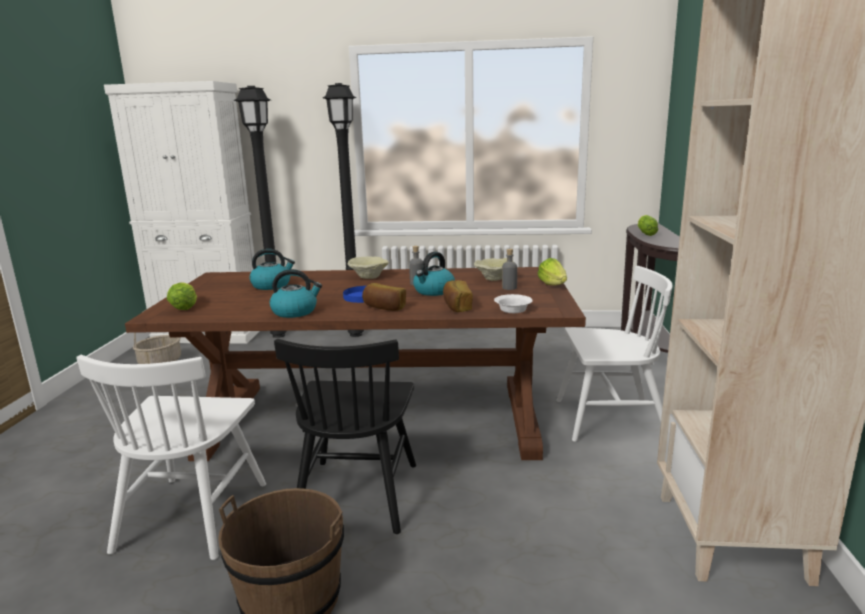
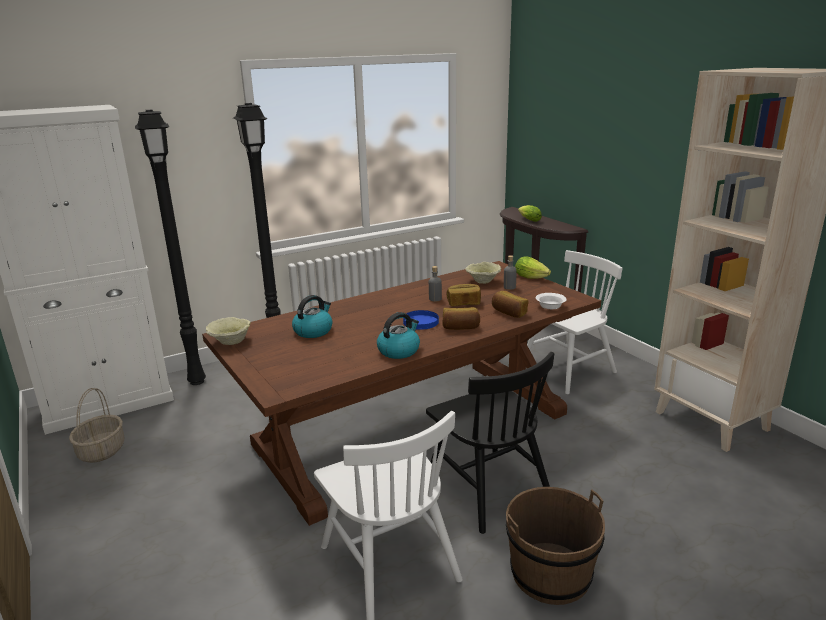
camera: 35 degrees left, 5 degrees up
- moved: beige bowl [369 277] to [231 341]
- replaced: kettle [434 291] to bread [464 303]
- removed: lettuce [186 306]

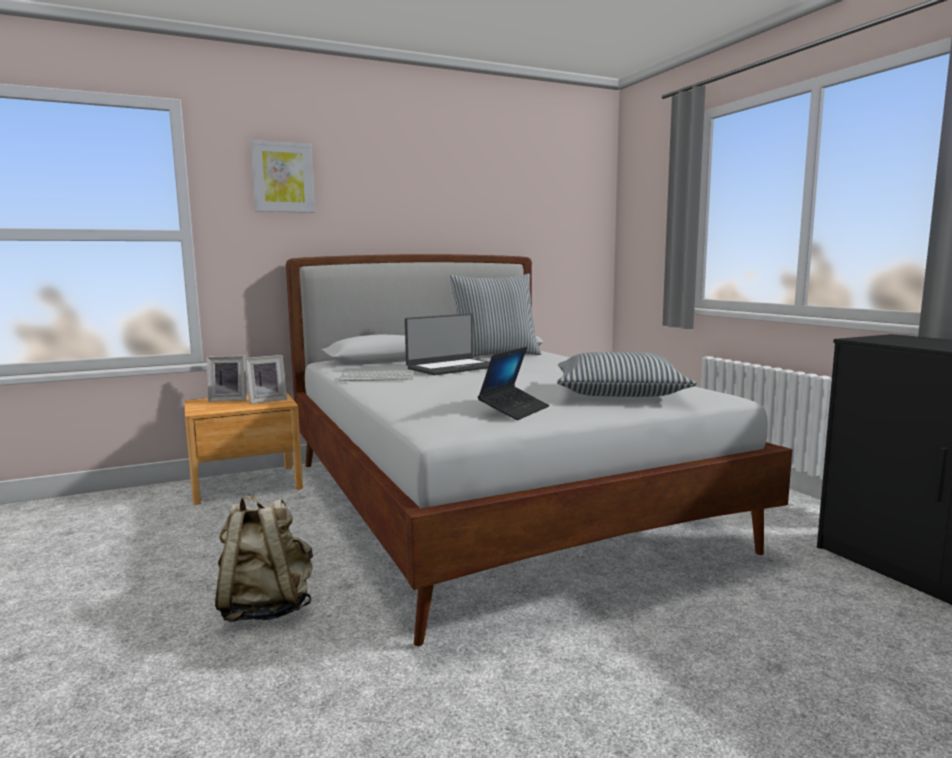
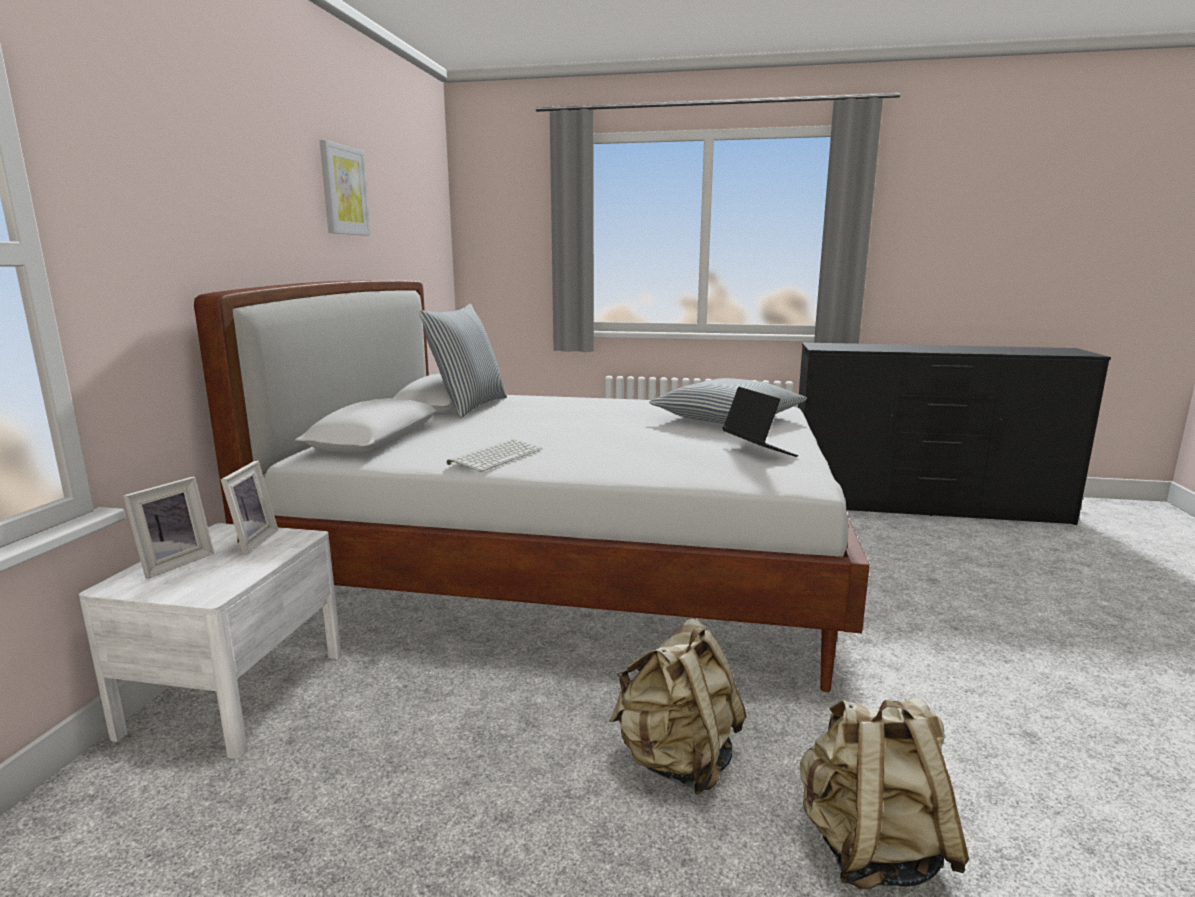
camera: 55 degrees left, 5 degrees up
- recoloured: brown nightstand [246 484] to white nightstand [236 692]
- moved: picture [283 177] to [344 190]
- added: beige backpack [870 849]
- removed: laptop [452 367]

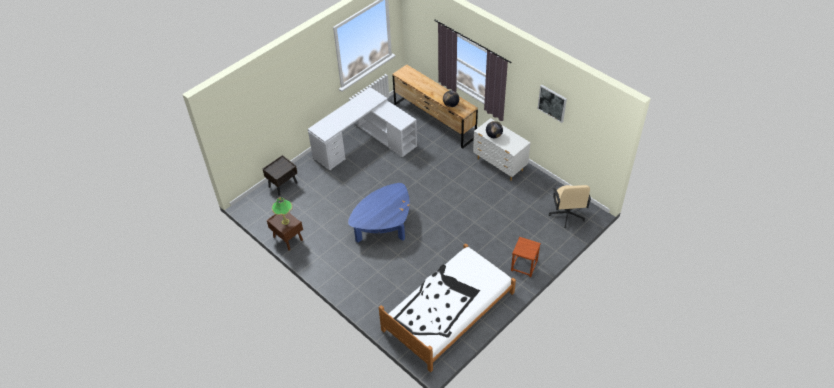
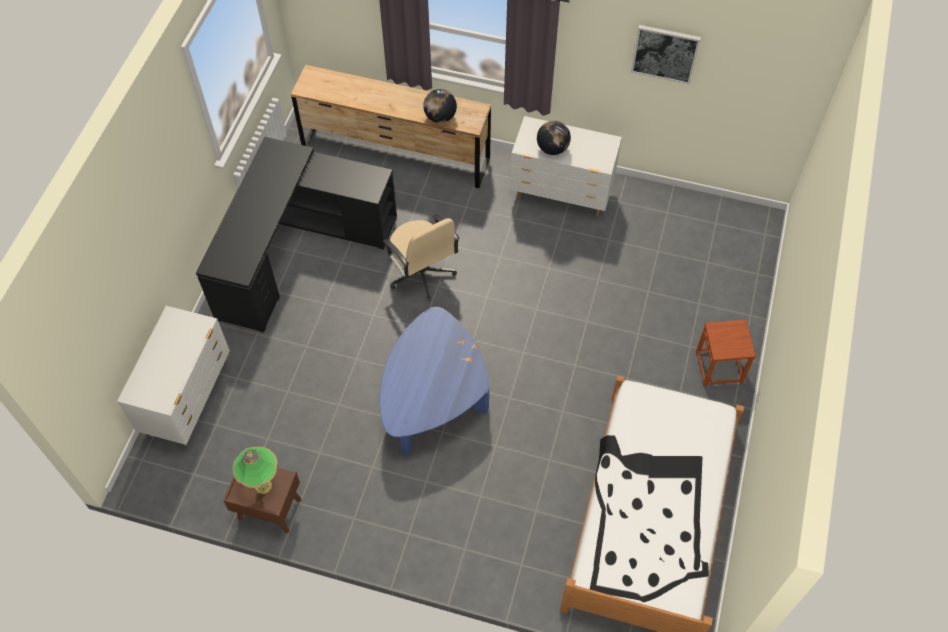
camera: 30 degrees left, 10 degrees up
- replaced: brown nightstand [283 184] to white dresser [189 399]
- recoloured: white desk [365 143] to black desk [296 247]
- moved: beige office chair [567 214] to [421 274]

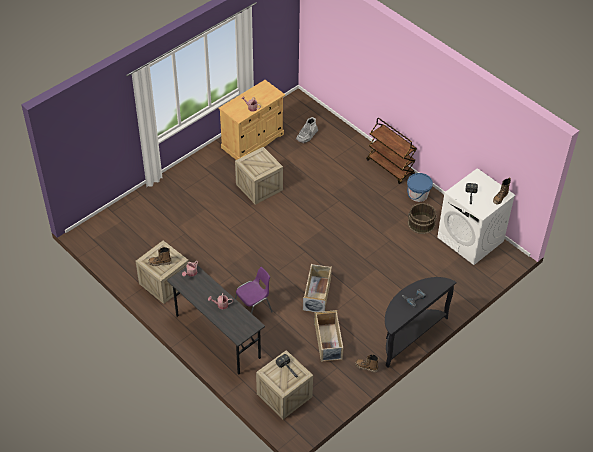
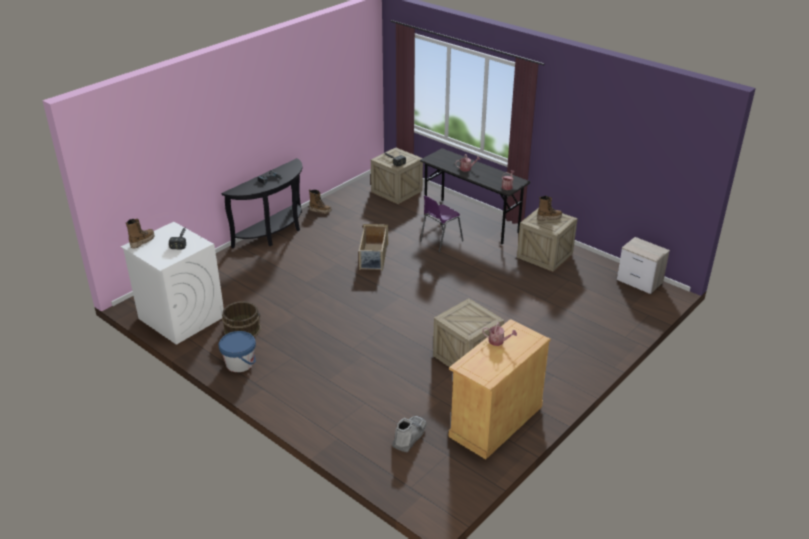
camera: 175 degrees right, 15 degrees down
- added: nightstand [640 282]
- removed: beige storage box [328 342]
- removed: brown cart [390 167]

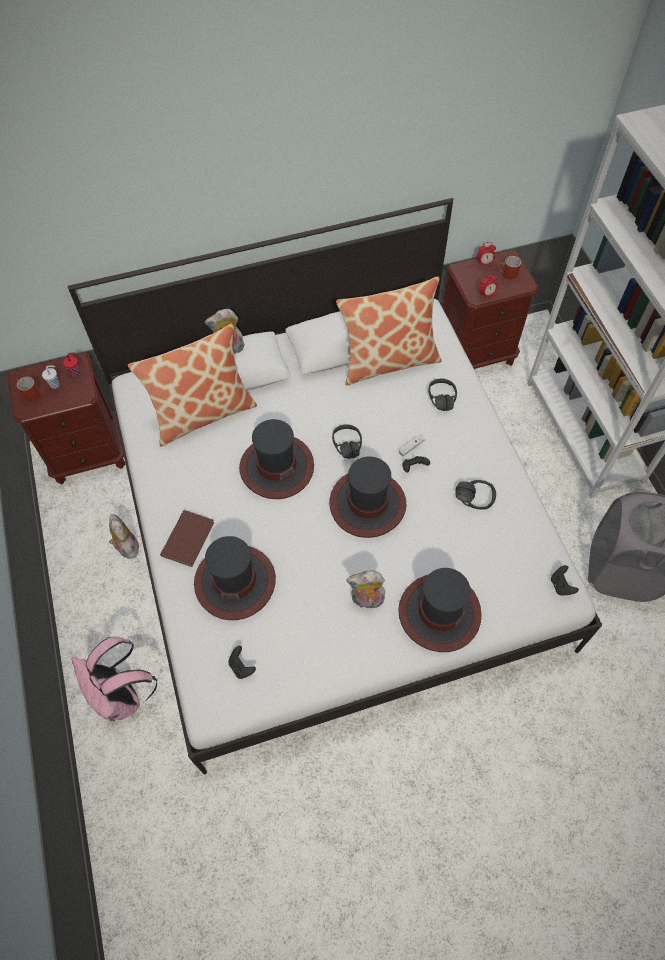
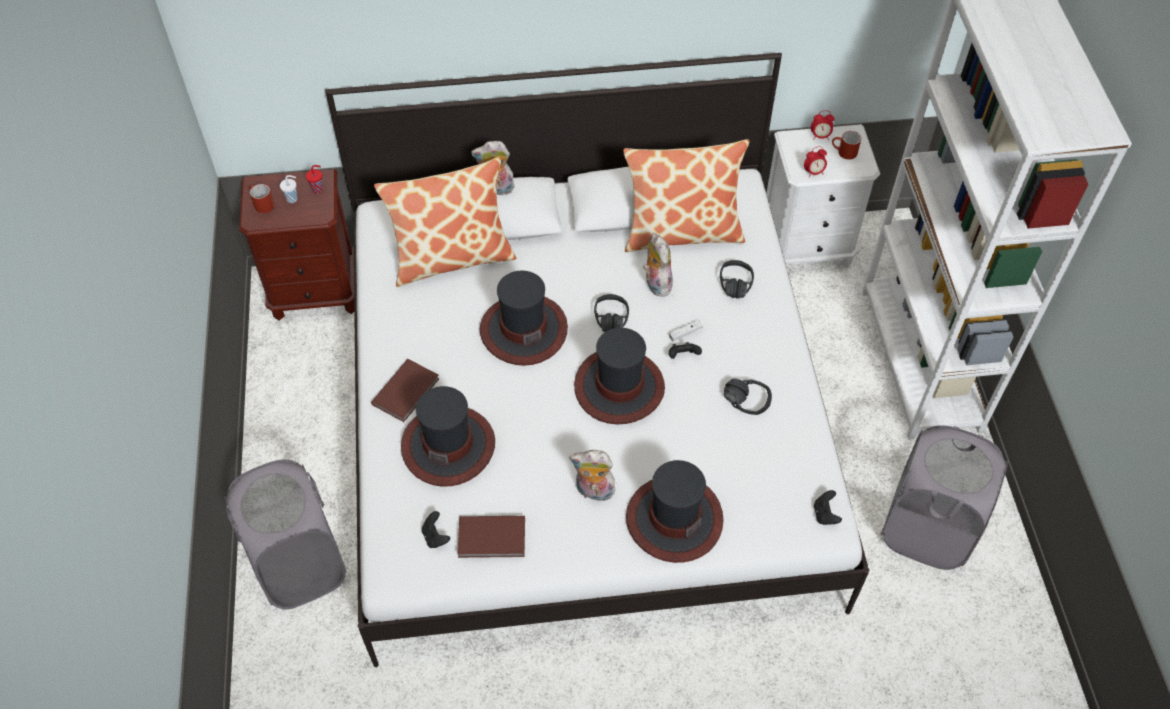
camera: 10 degrees right, 5 degrees down
- replaced: pink backpack [123 696] to grey laundry basket [300 565]
- added: brown book [492 539]
- moved: plush toy [126 547] to [656 283]
- recoloured: brown nightstand [476 354] to white nightstand [806 247]

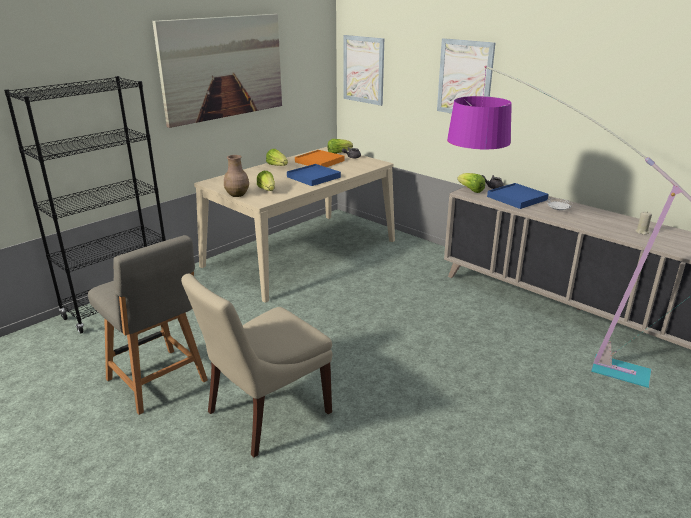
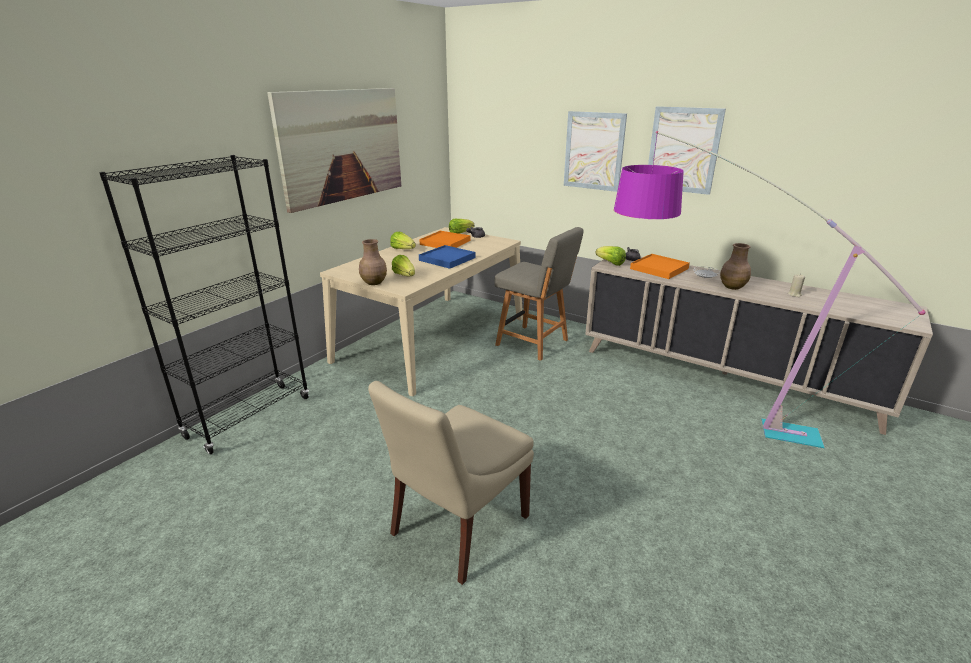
camera: 10 degrees left, 0 degrees up
- moved: grey chair [158 381] to [534 343]
- recoloured: blue tray [517 198] to orange tray [659 269]
- moved: picture [363 70] to [683 150]
- added: brown vase [732 286]

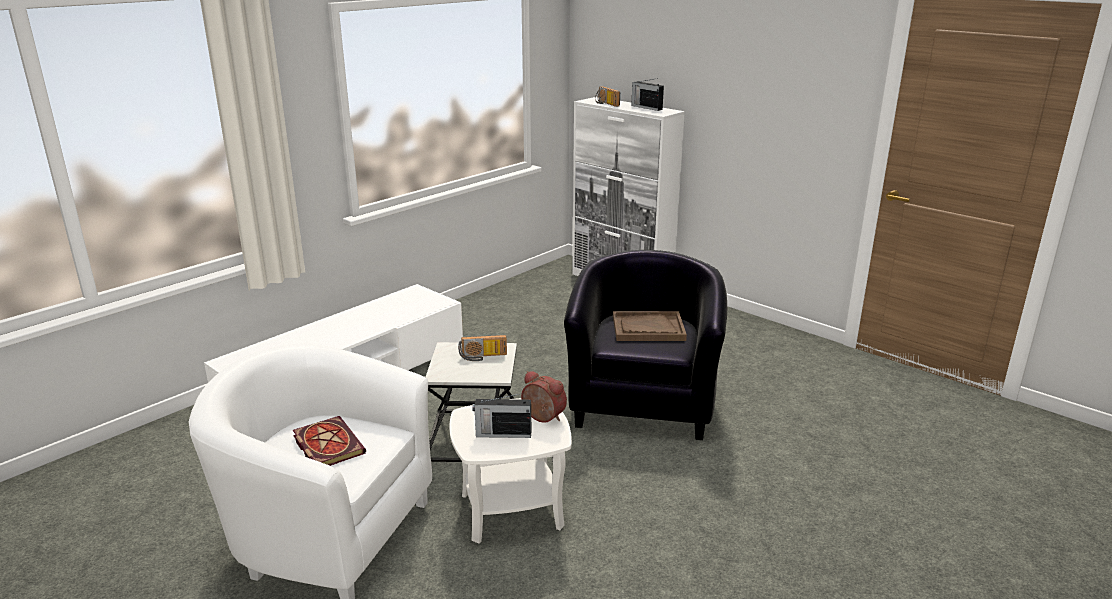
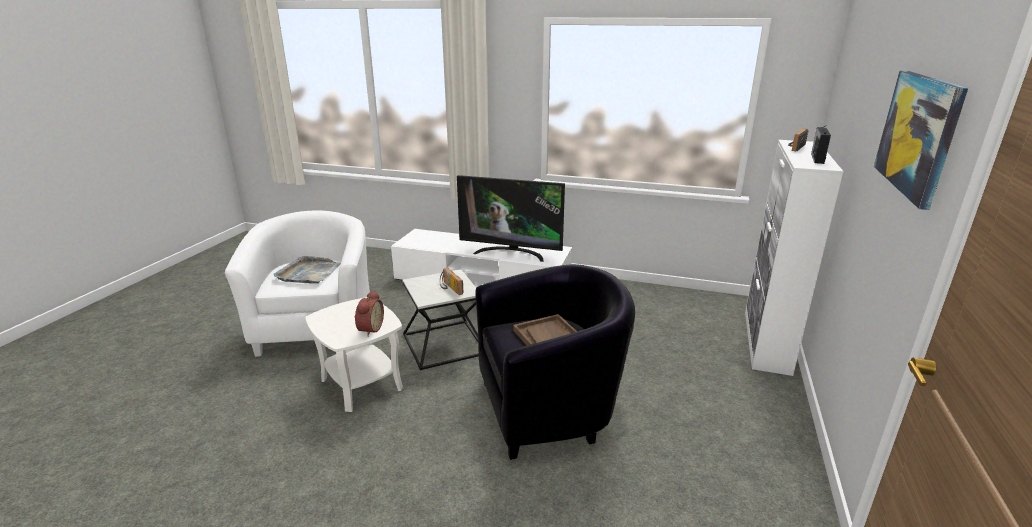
camera: 65 degrees right, 0 degrees up
- replaced: book [326 445] to grey tray [309 273]
- added: television [511 253]
- added: picture [918 134]
- removed: radio [502 434]

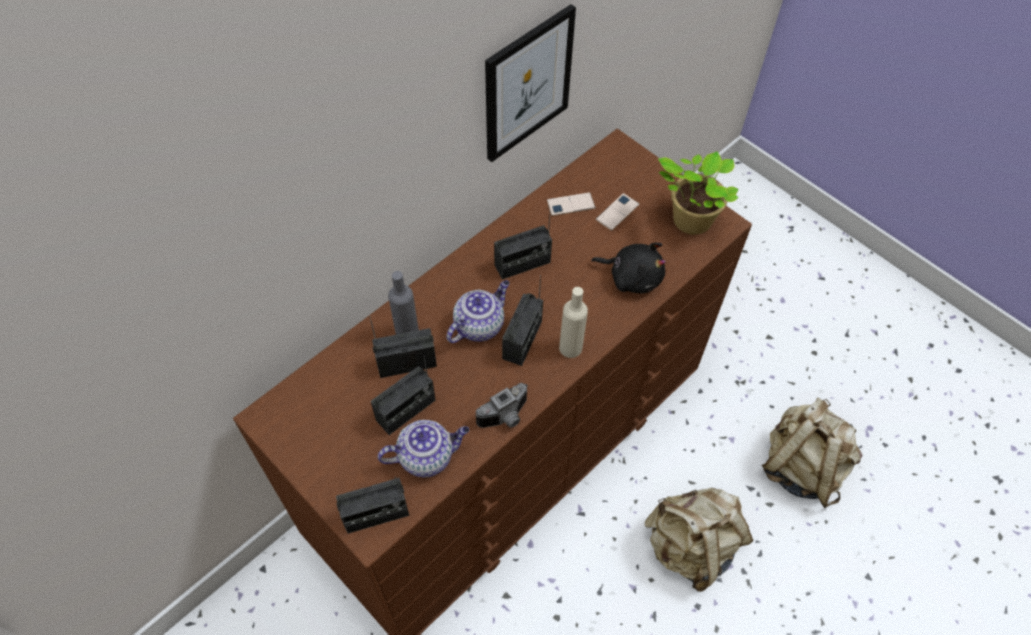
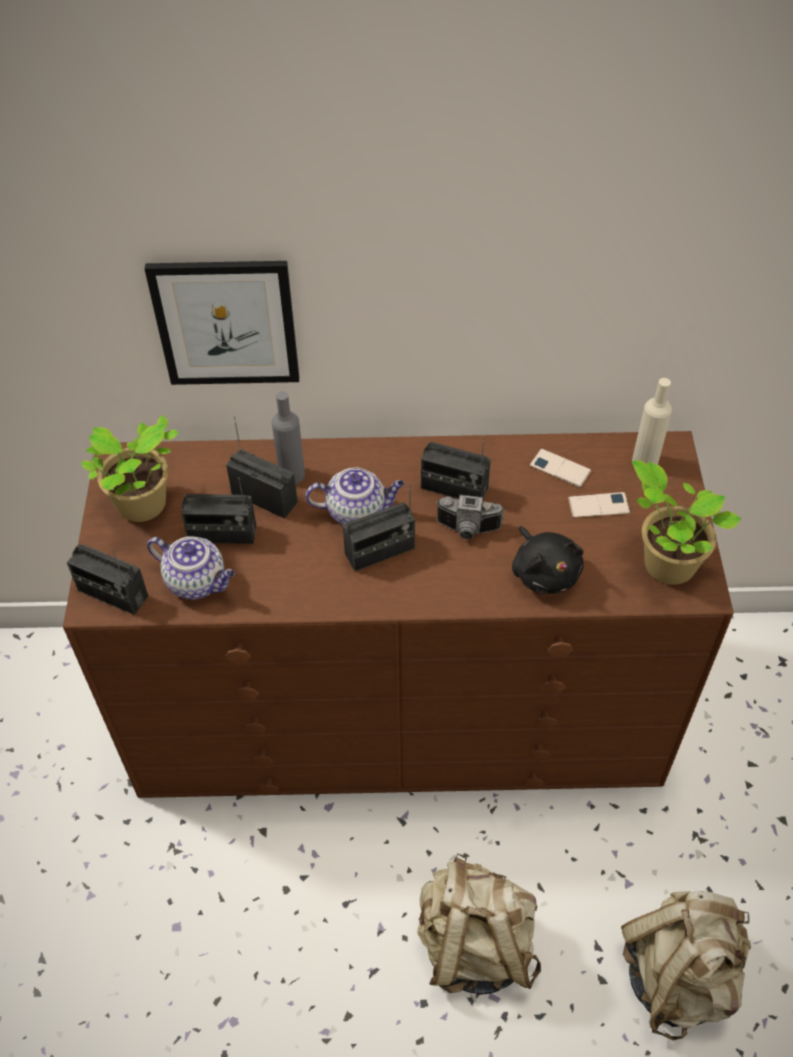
camera: 45 degrees right, 5 degrees down
- added: potted plant [143 507]
- moved: picture [527 84] to [226 323]
- moved: photo camera [506 417] to [467 530]
- moved: beige bottle [570 348] to [645 461]

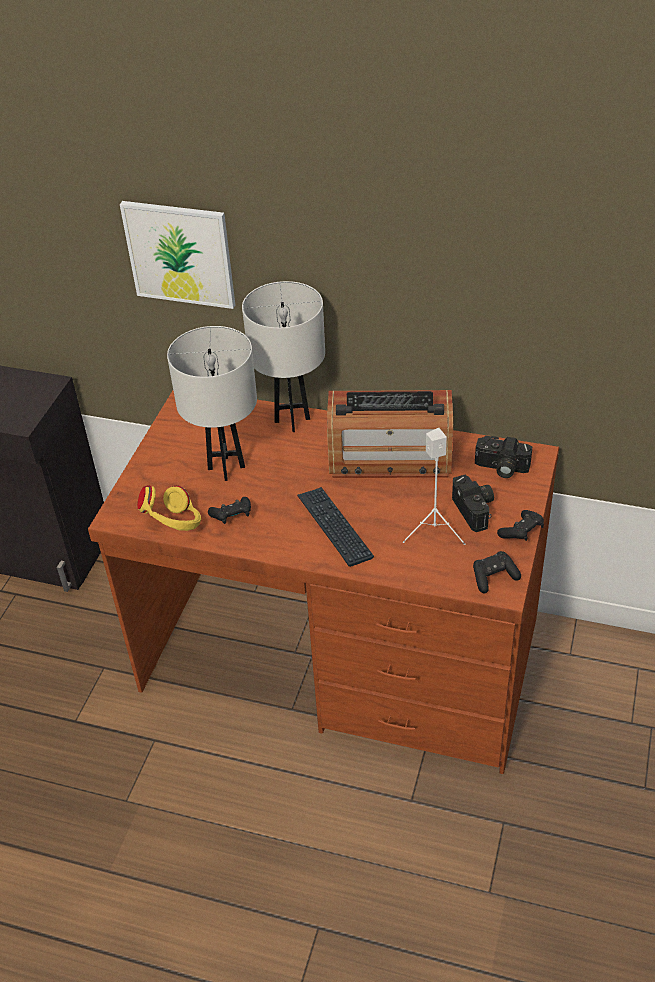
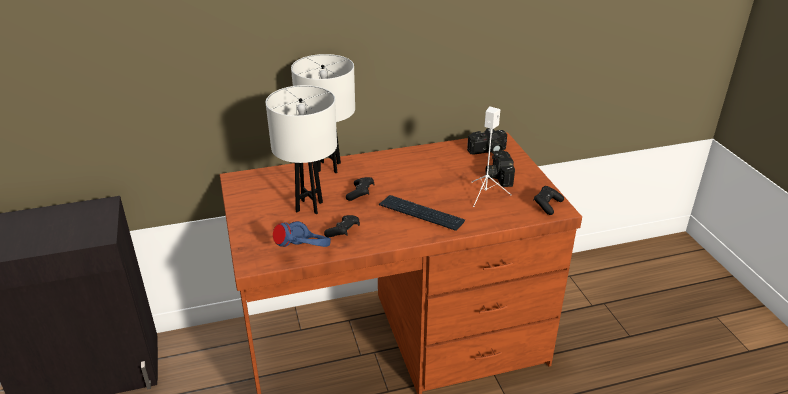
camera: 35 degrees left, 10 degrees down
- recoloured: yellow headphones [174 525] to blue headphones [305 252]
- moved: black game controller [521 532] to [361 194]
- turned: photo camera [476 510] = [497 176] 135 degrees counterclockwise
- removed: picture [180 254]
- removed: radio [390 458]

